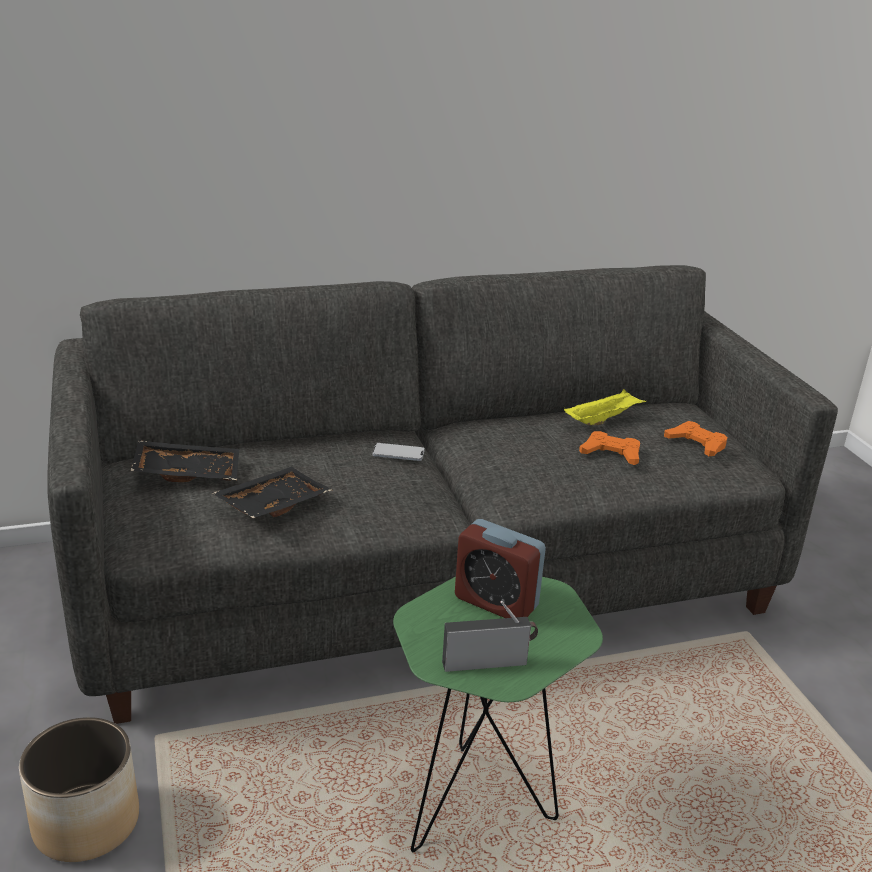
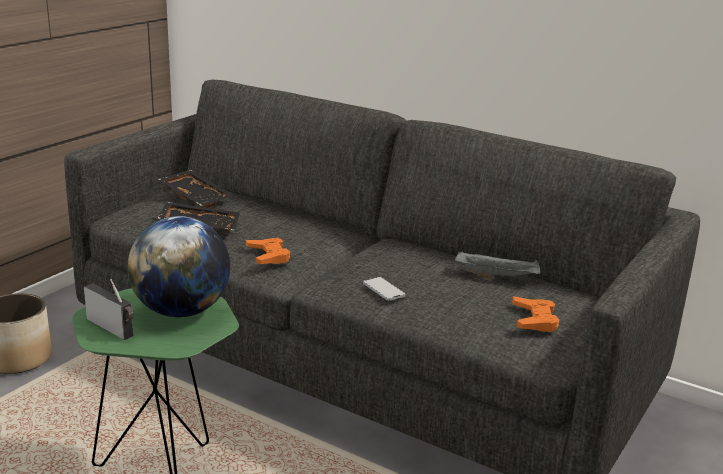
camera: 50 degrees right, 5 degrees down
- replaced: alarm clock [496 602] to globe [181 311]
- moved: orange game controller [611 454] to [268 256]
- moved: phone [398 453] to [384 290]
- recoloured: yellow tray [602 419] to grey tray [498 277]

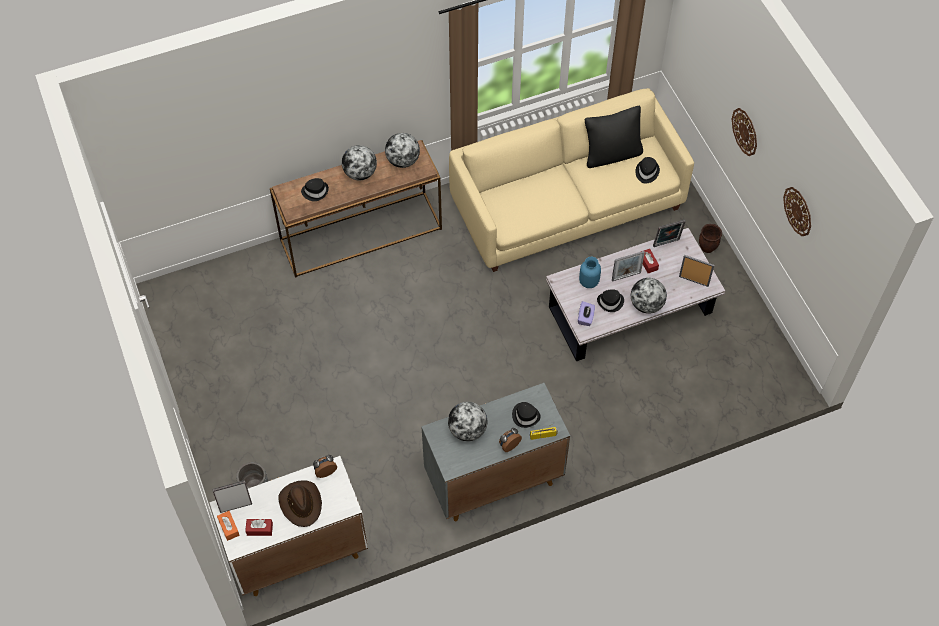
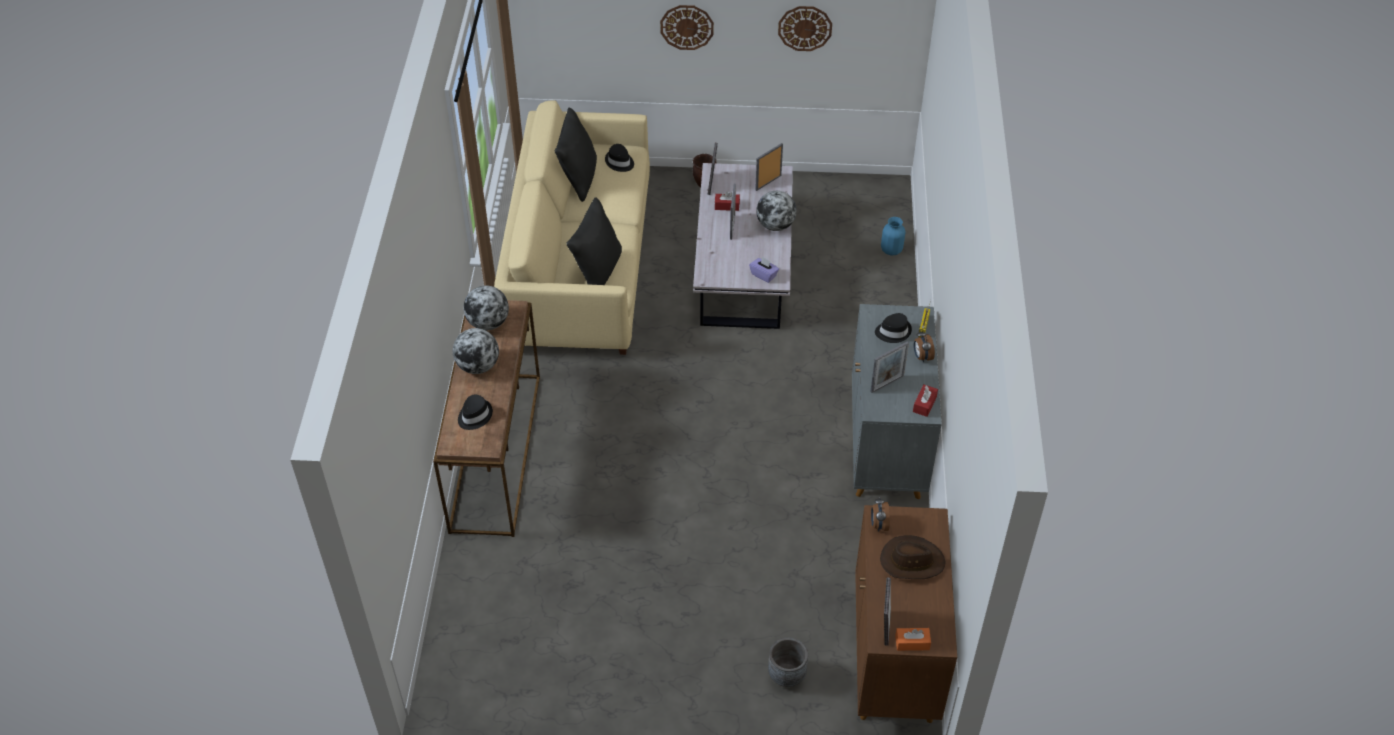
camera: 65 degrees left, 10 degrees down
- added: black pillow [597 272]
- recoloured: white cabinet [297 553] to brown cabinet [894 660]
- replaced: globe [467 430] to picture frame [887 383]
- moved: blue vase [589 281] to [891 250]
- moved: red tissue box [259 529] to [924 404]
- removed: black hat [610 302]

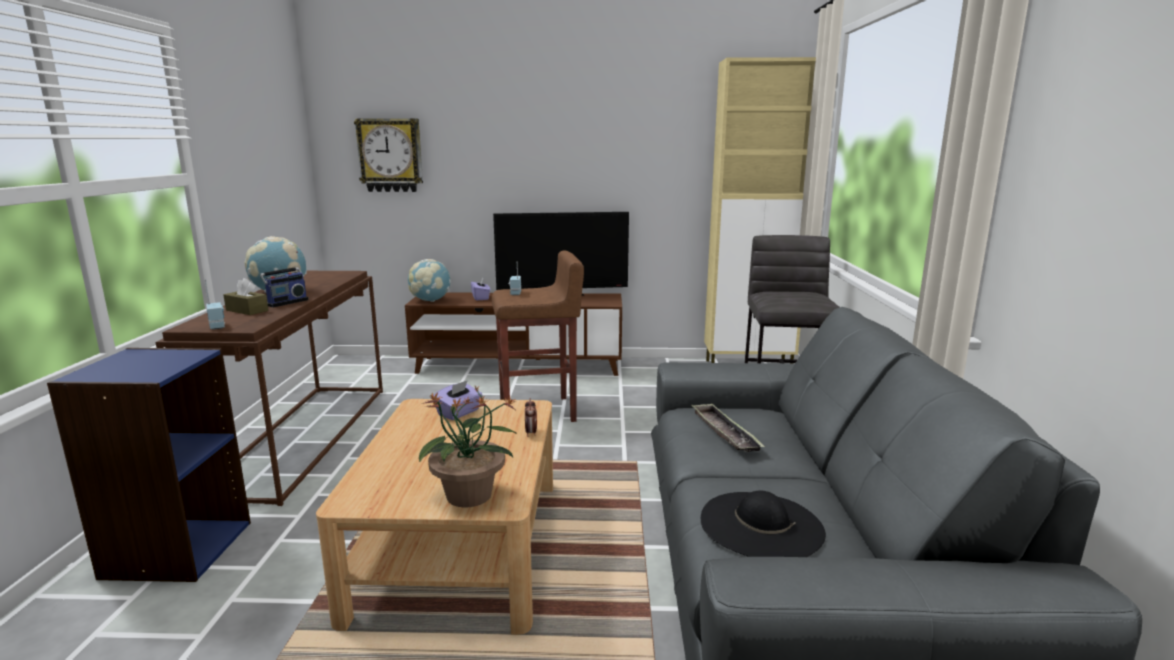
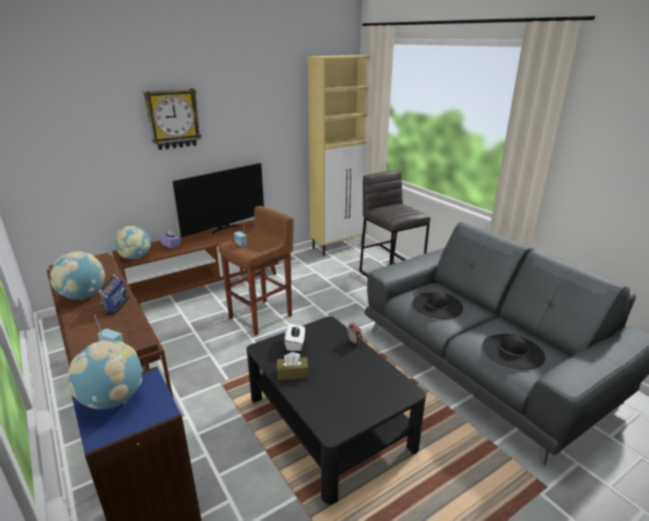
camera: 35 degrees left, 10 degrees up
- added: globe [113 400]
- moved: wall clock [390 155] to [173 119]
- recoloured: beige coffee table [460 546] to black coffee table [330 422]
- moved: brown tissue box [247 310] to [292 373]
- recoloured: purple tissue box [459 413] to white tissue box [295 344]
- replaced: tray [724 432] to black hat [437 305]
- removed: potted plant [470 496]

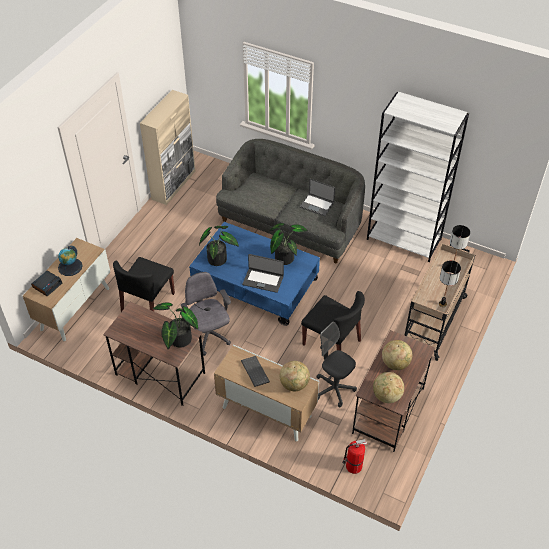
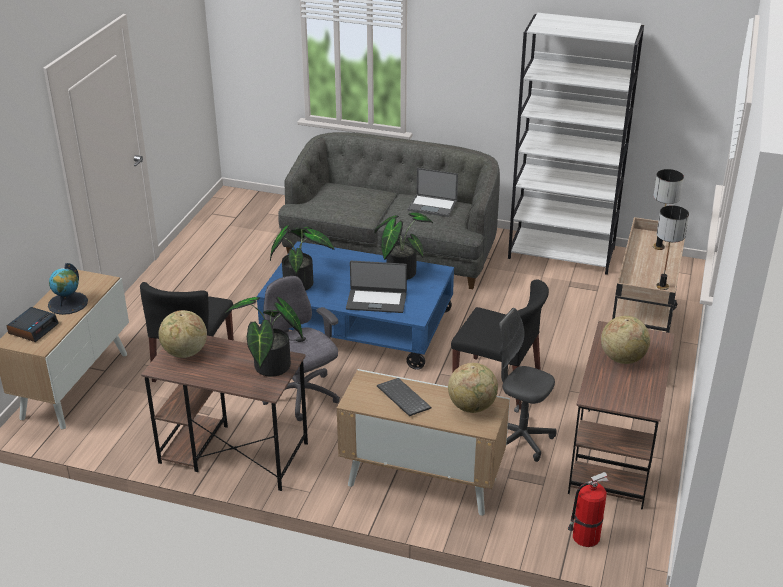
camera: 10 degrees left, 15 degrees down
- moved: globe [386 396] to [185 353]
- removed: beige cabinet [174 185]

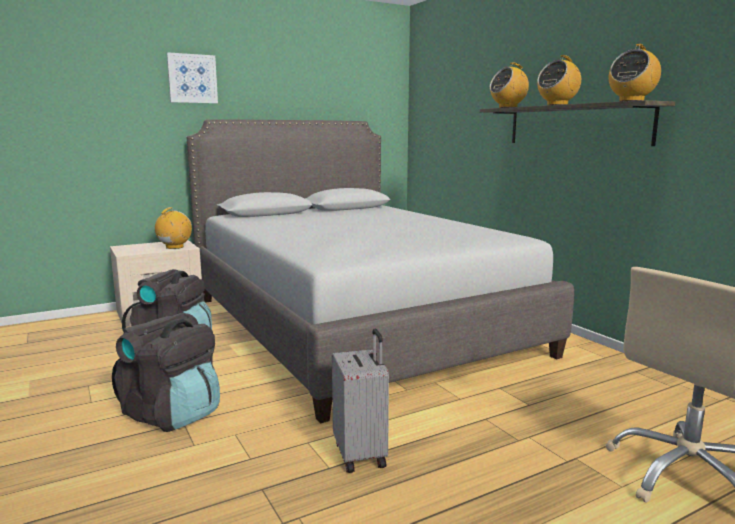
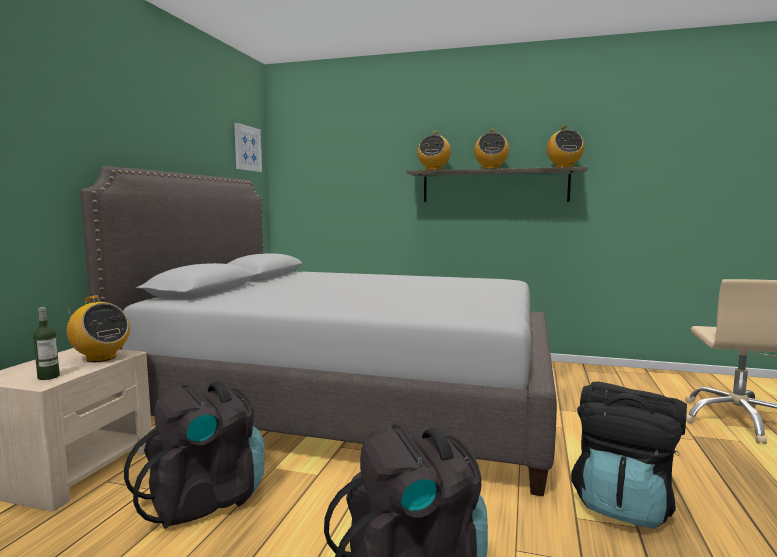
camera: 45 degrees left, 5 degrees down
- added: bottle [48 377]
- turned: radio [174 247] = [101 358] 150 degrees clockwise
- moved: picture [192 78] to [247 148]
- replaced: grey suitcase [361 454] to black backpack [624 502]

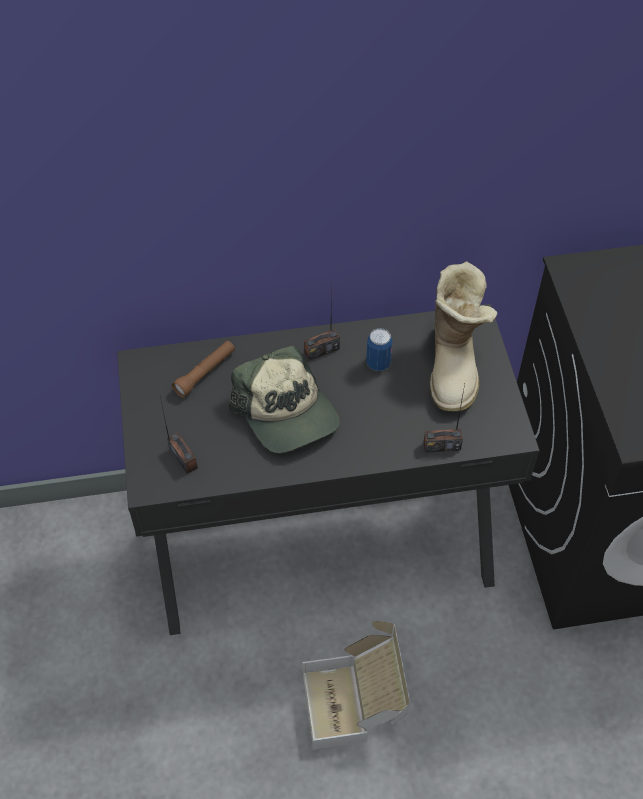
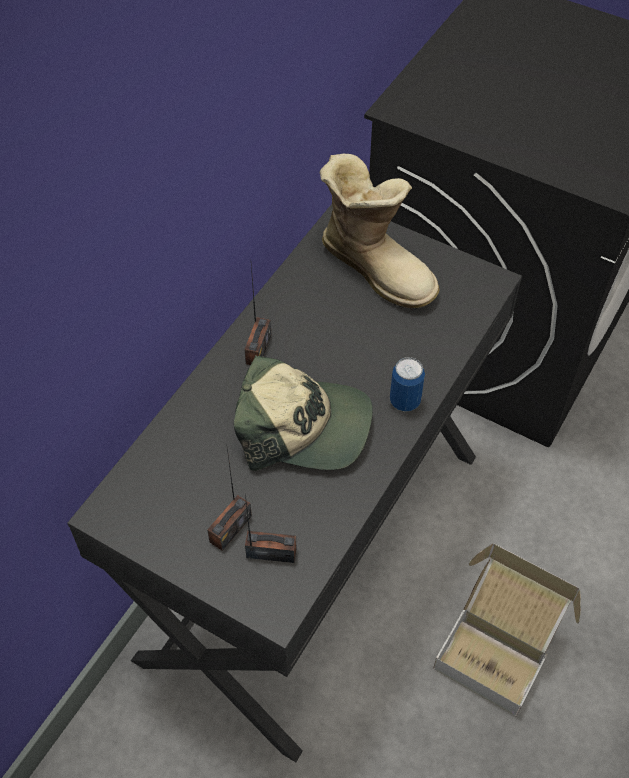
camera: 50 degrees left, 0 degrees up
- moved: radio [442 446] to [230 528]
- moved: can [378 363] to [405 401]
- removed: brown flashlight [205 373]

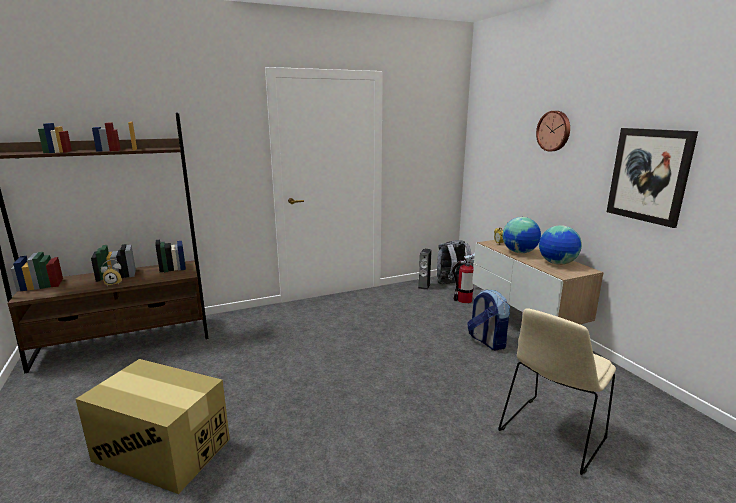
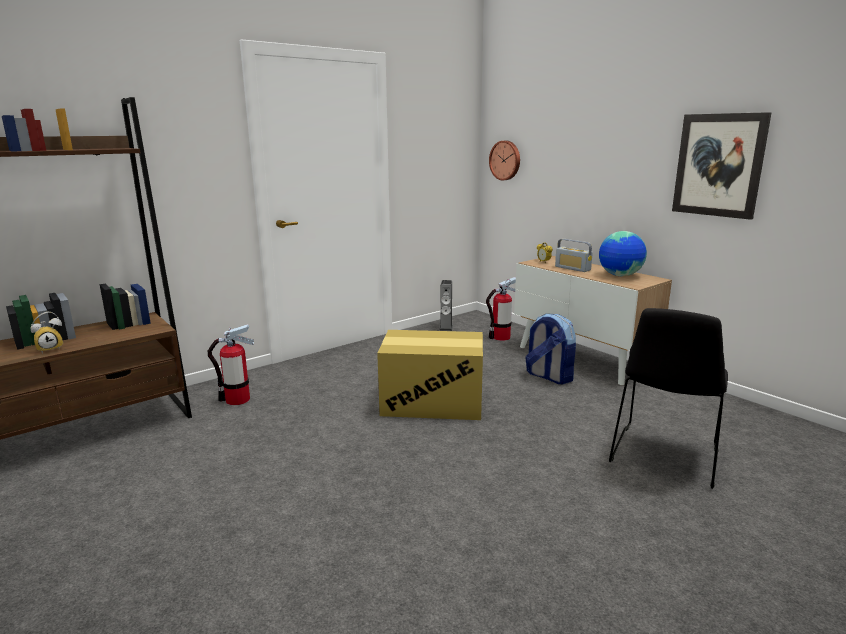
camera: 15 degrees left, 0 degrees up
- added: fire extinguisher [237 400]
- moved: cardboard box [162 450] to [432 402]
- moved: wall clock [554 131] to [505 160]
- replaced: globe [519 252] to radio [572 268]
- recoloured: beige chair [551 435] to black chair [663 457]
- removed: grey backpack [452 284]

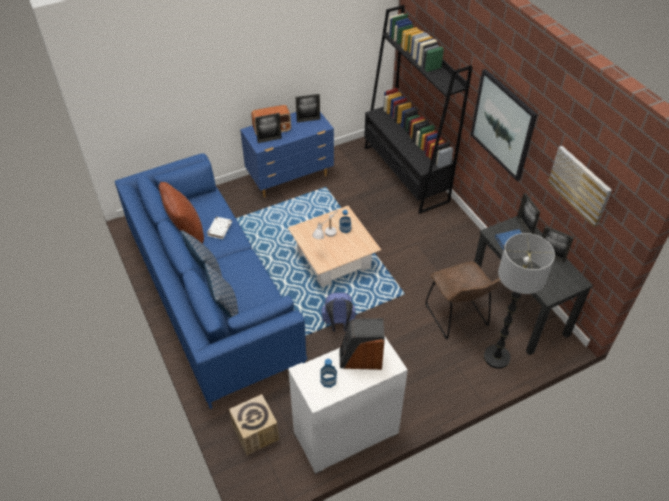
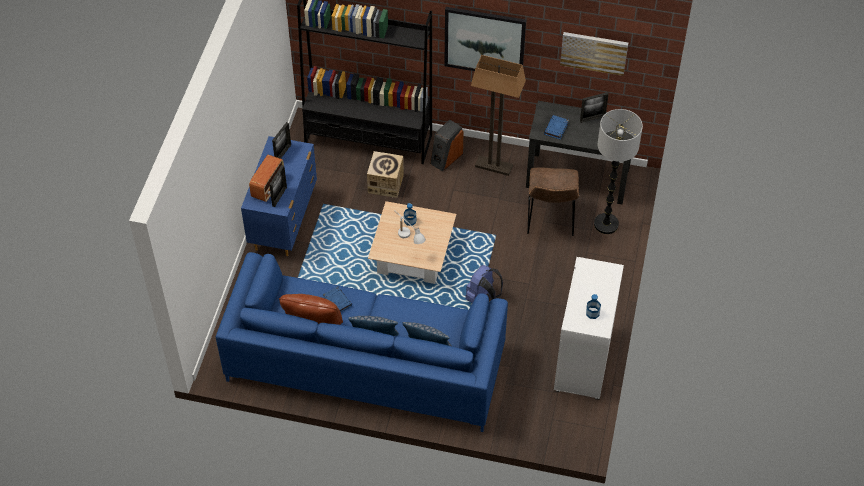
camera: 50 degrees left, 5 degrees up
- recoloured: white book [219 229] to blue book [337 301]
- moved: cardboard box [255 433] to [385 184]
- moved: speaker [361 358] to [446 158]
- added: floor lamp [494 166]
- turned: brown chair [458 318] = [550 219] 75 degrees clockwise
- removed: picture frame [524 227]

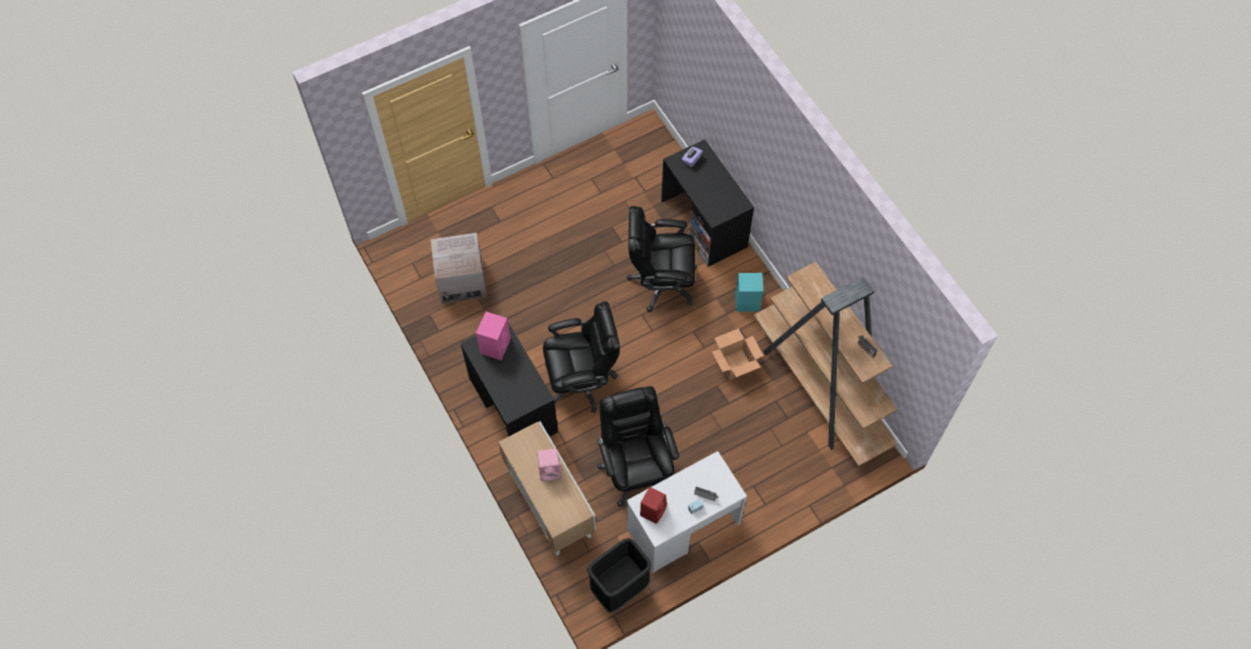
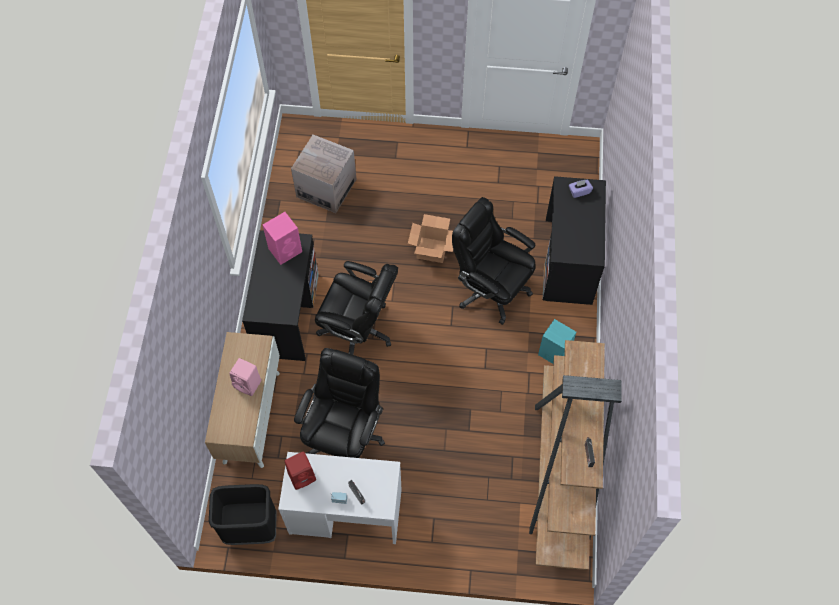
camera: 35 degrees right, 0 degrees up
- moved: cardboard box [735 365] to [431 250]

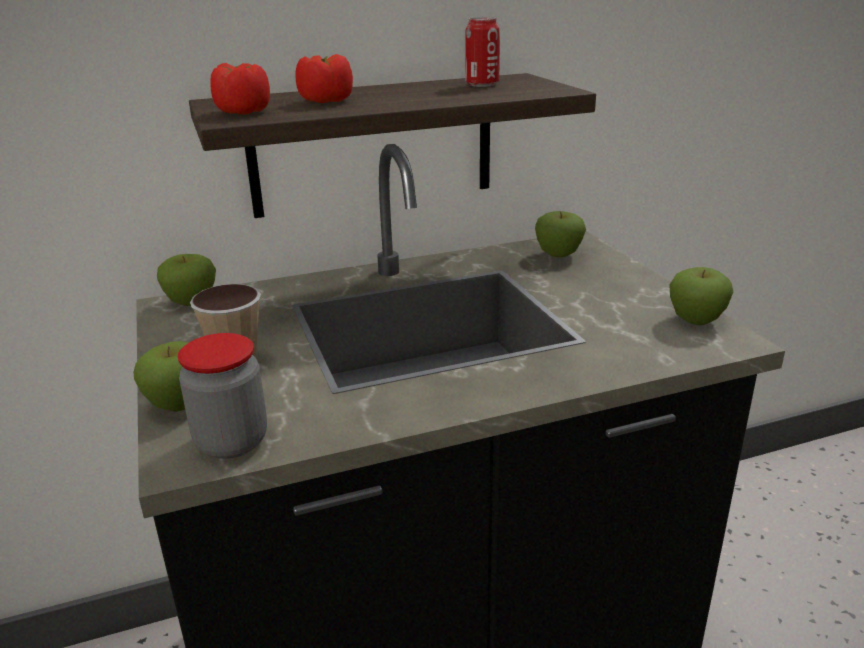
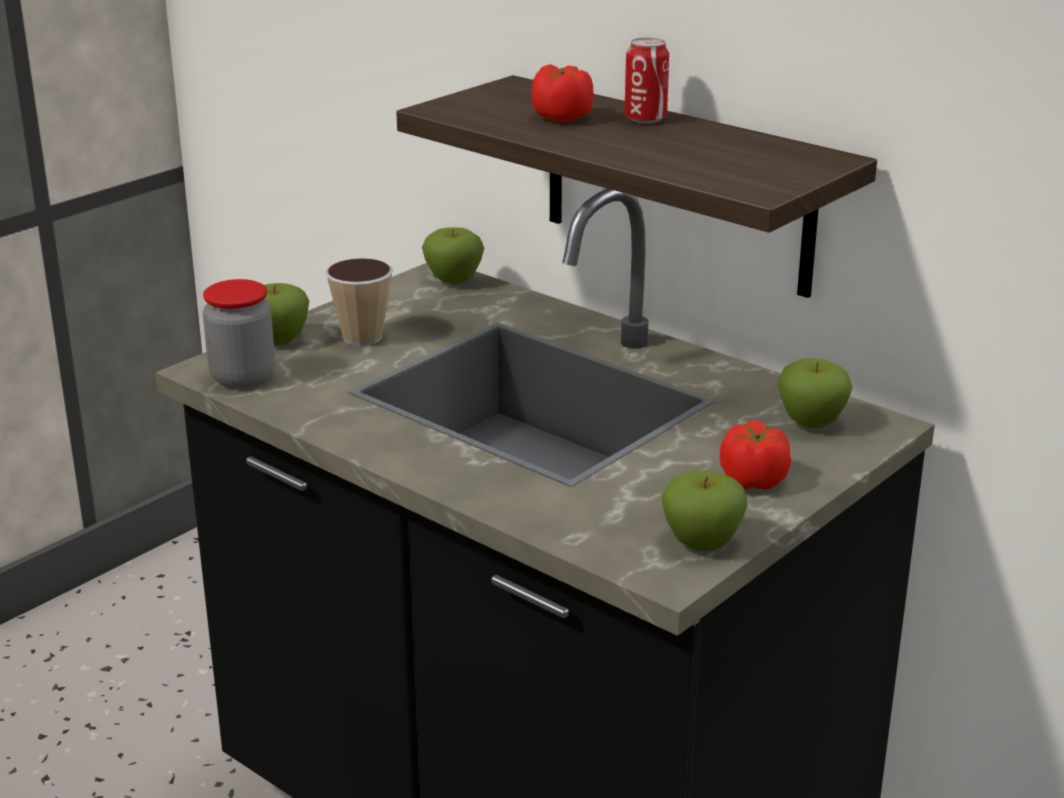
camera: 60 degrees right, 0 degrees up
- moved: can [482 84] to [645 118]
- moved: tomato [243 112] to [753 480]

